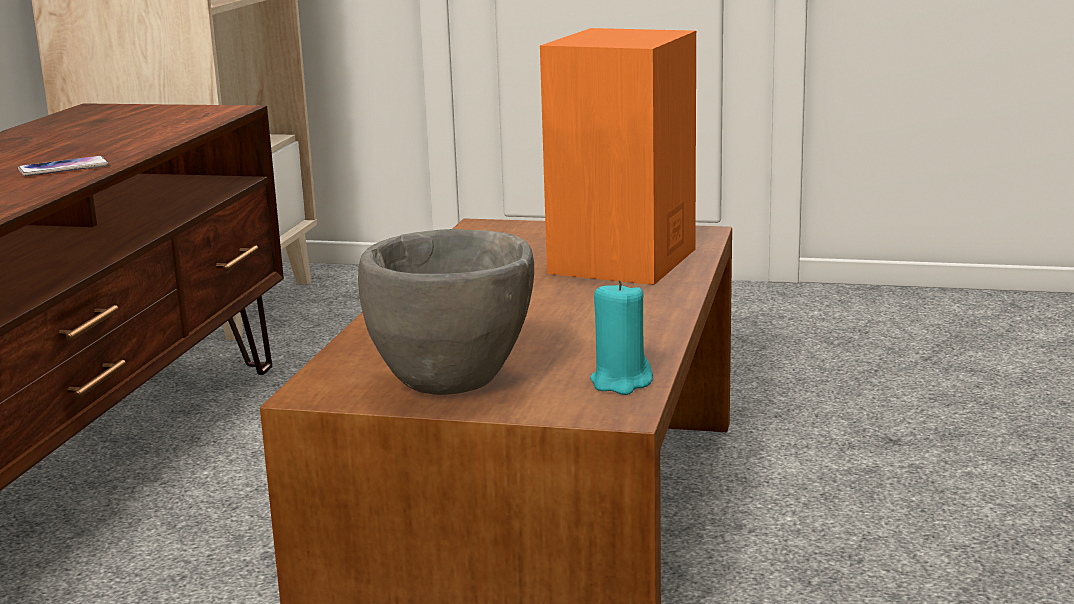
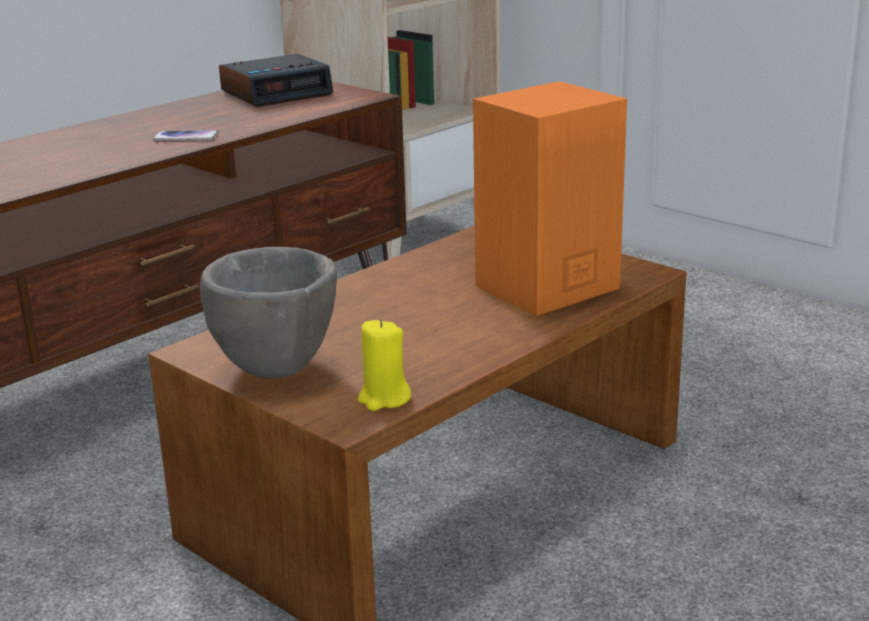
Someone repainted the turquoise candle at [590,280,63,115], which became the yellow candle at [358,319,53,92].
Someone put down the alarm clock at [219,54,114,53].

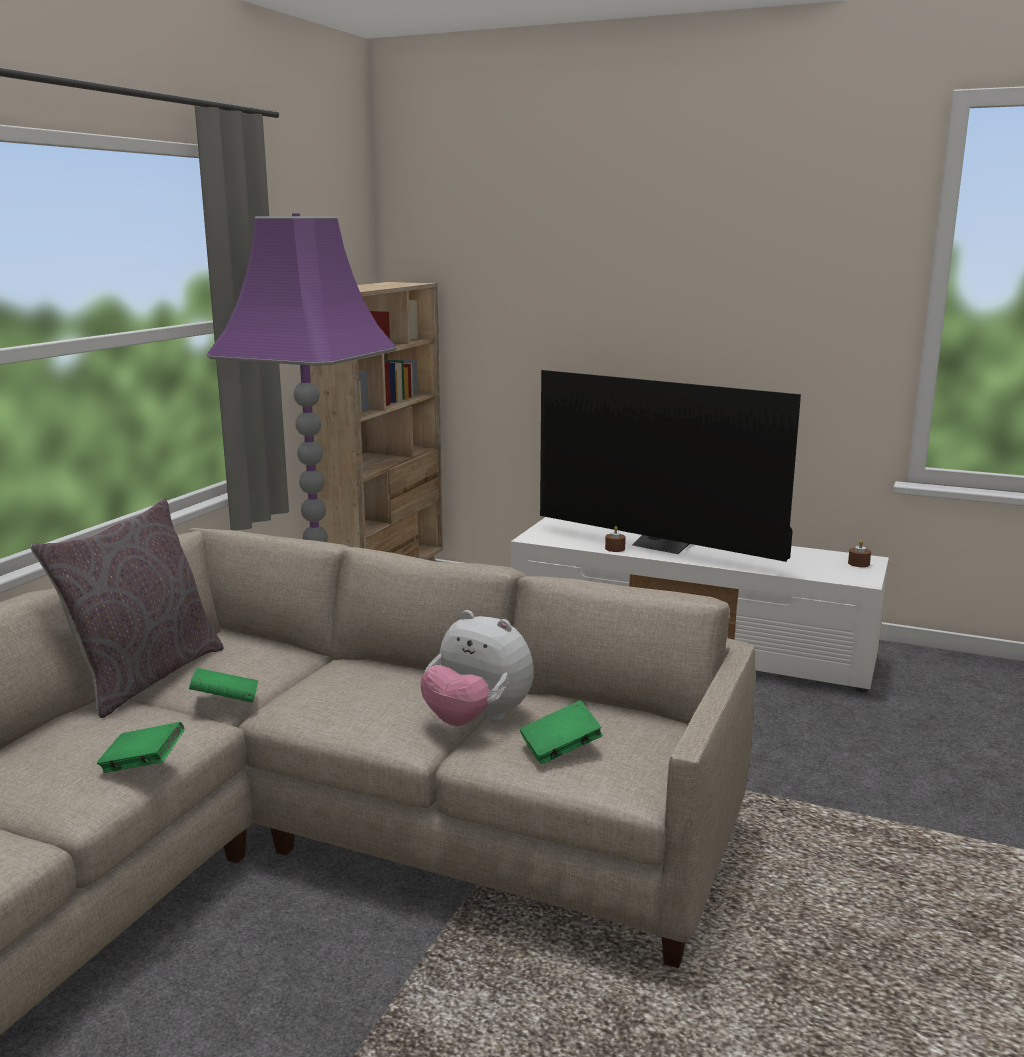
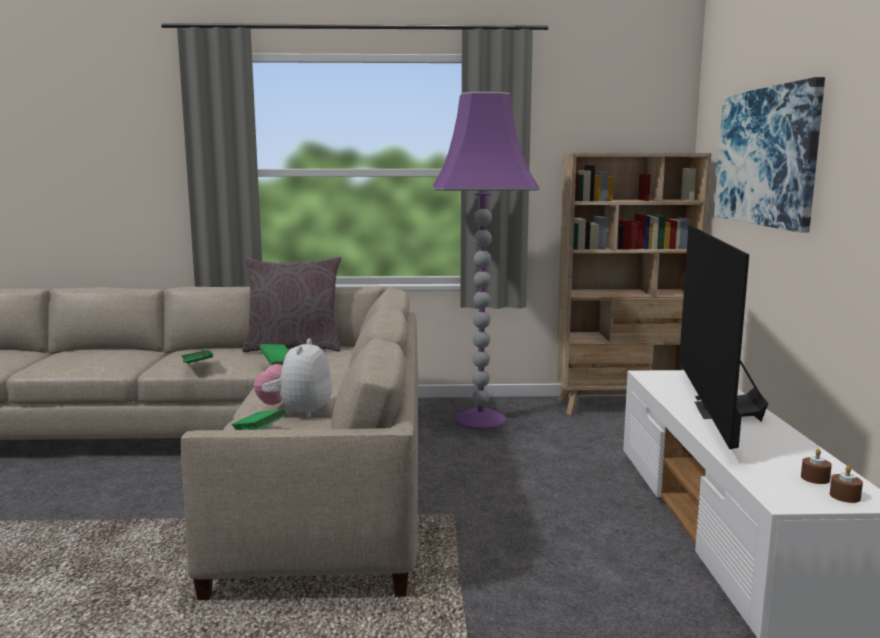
Someone carried the brown candle from [605,526,21,26] to [801,449,31,35].
Someone put up the picture at [714,77,111,156].

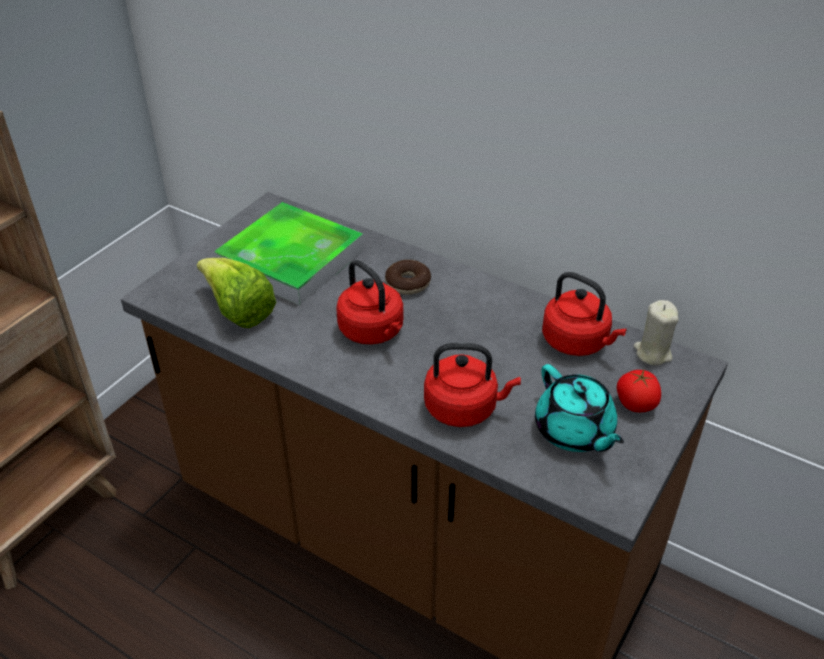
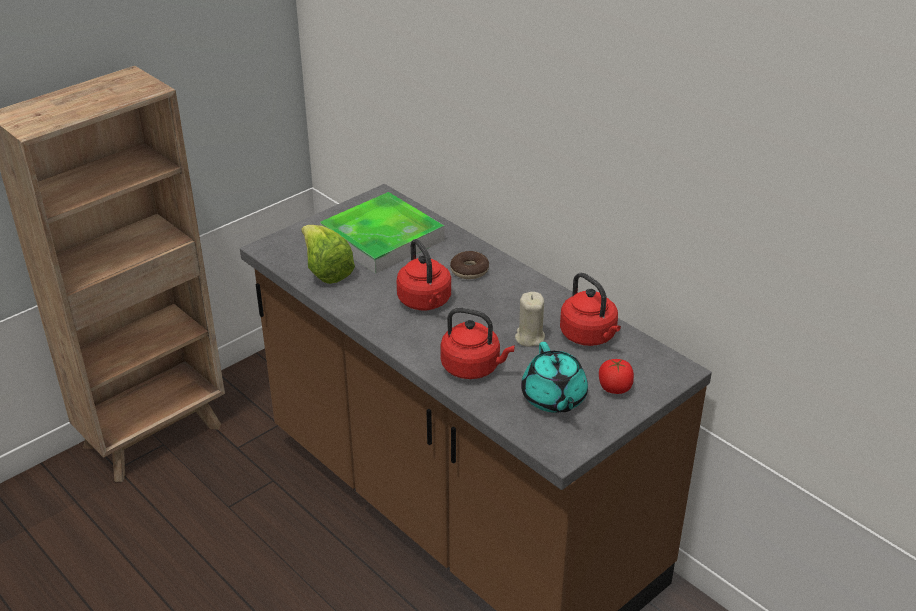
Someone carried the beige candle from [634,300,45,65] to [515,292,30,55].

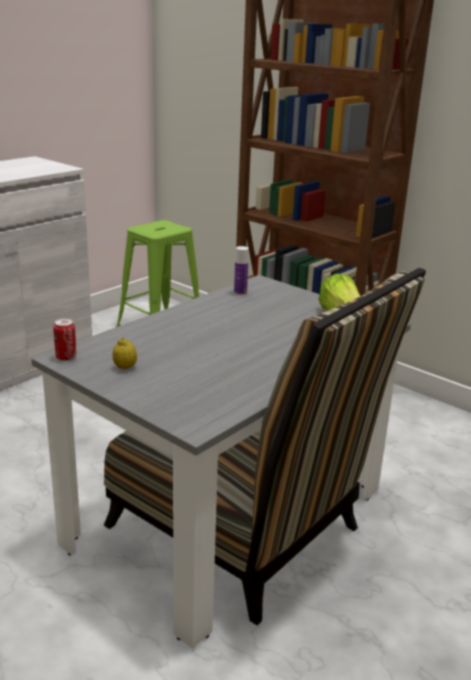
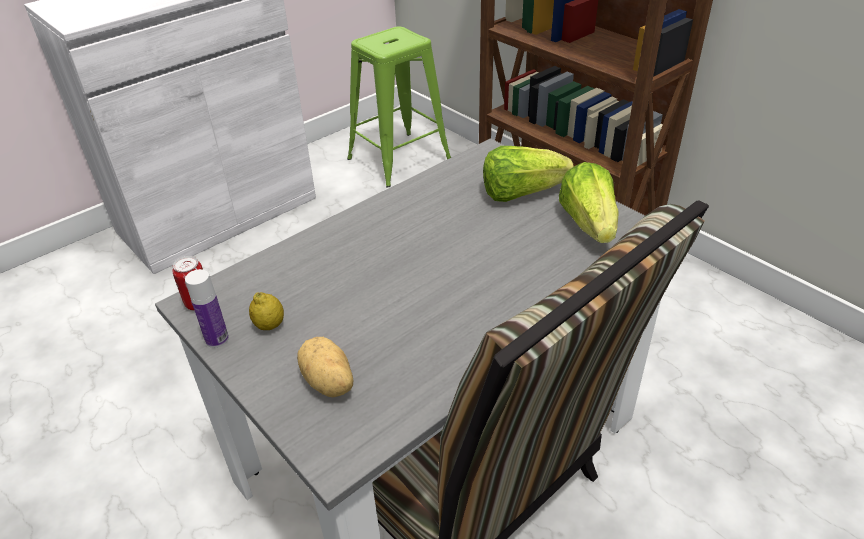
Someone carried the bottle from [234,246,15,49] to [185,269,44,79].
Someone put down the potato at [297,337,56,60].
Someone put down the lettuce at [483,146,91,56].

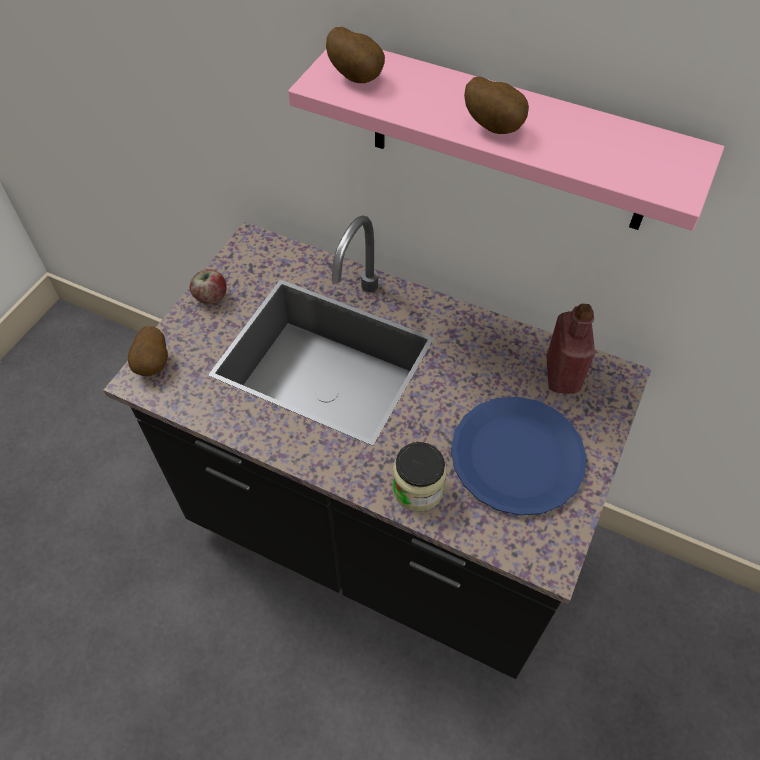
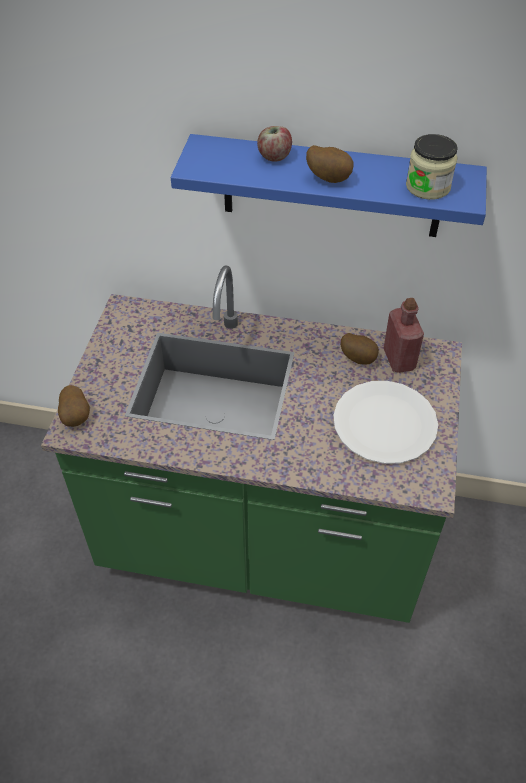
Someone repainted the black counter at [103,215,549,464], which became the green counter at [41,265,421,358].
Someone carried the apple from [190,269,37,35] to [257,126,35,36].
Someone repainted the pink shelf at [288,49,436,182], which became the blue shelf at [171,134,316,103].
Someone carried the potato from [326,27,59,56] to [340,333,39,32].
Someone carried the jar from [392,442,55,70] to [406,134,52,66].
Someone repainted the blue plate at [451,397,136,119], which became the white plate at [333,381,105,83].

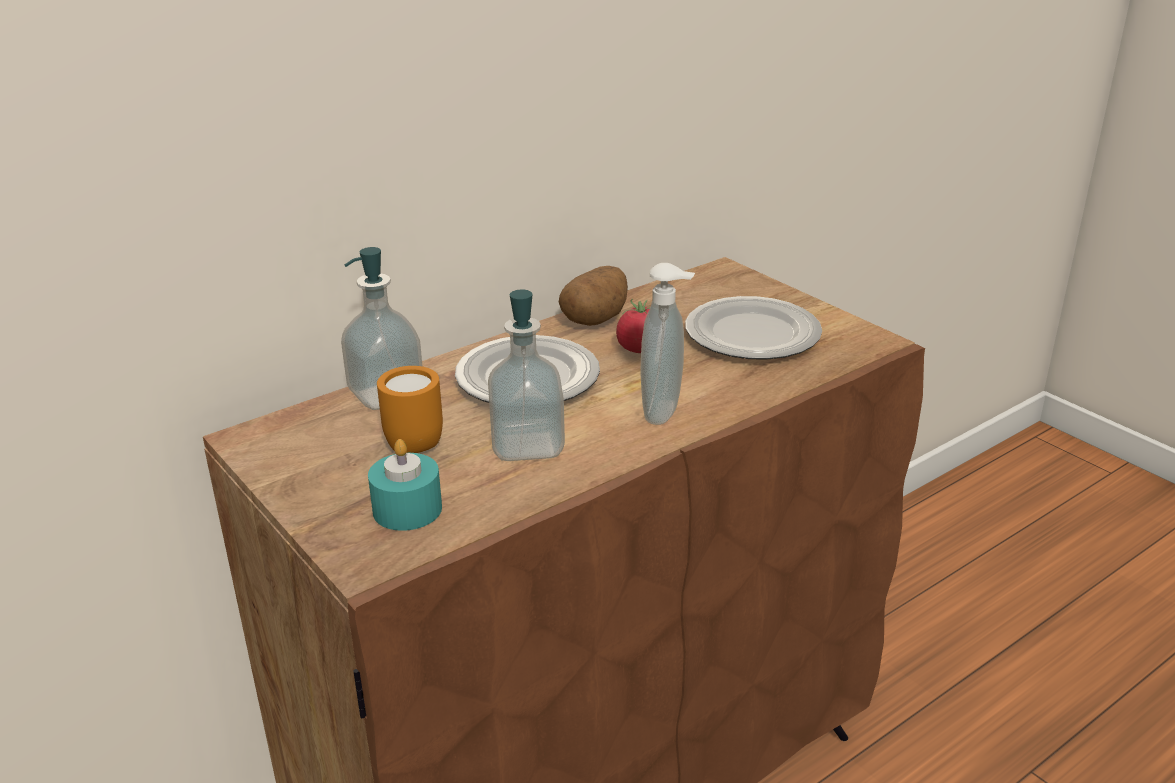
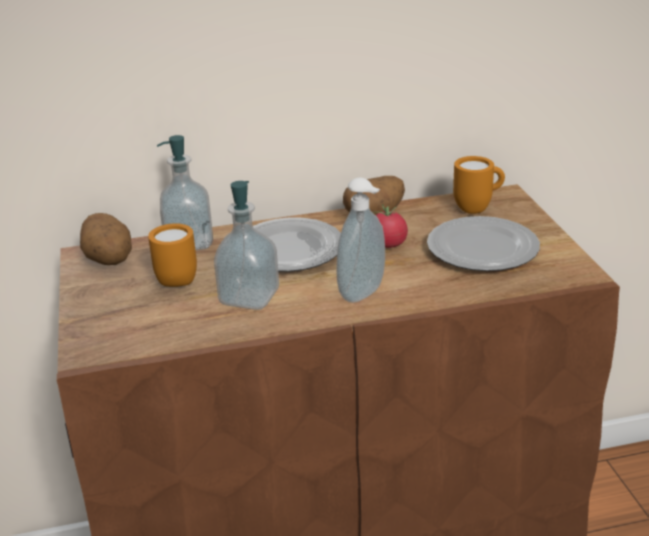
Someone took away the turquoise candle at [368,439,74,92].
Someone put down the potato at [80,213,52,52].
Someone put down the orange mug at [453,156,52,58].

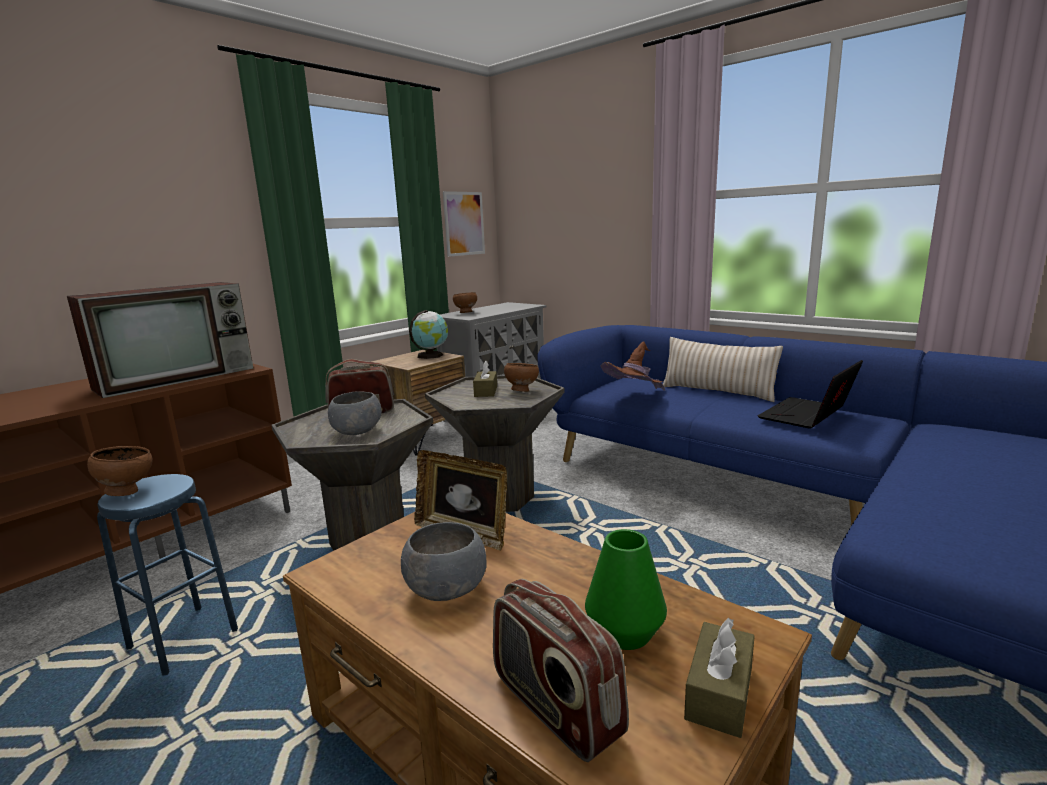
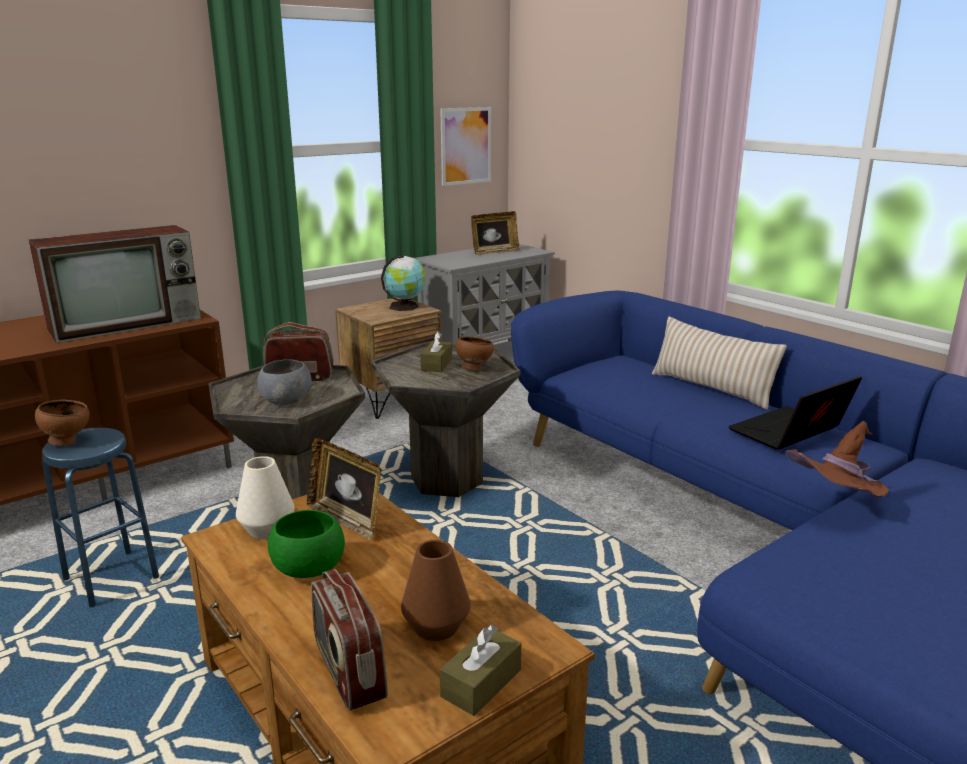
Someone repainted the grey bowl at [401,522,85,79], which became the green bowl at [268,510,77,68].
Someone took away the brown bowl at [453,292,24,21].
Someone repainted the green vase at [585,529,82,121], which became the brown vase at [401,540,70,101].
Someone carried the brown hat from [601,341,65,50] to [785,421,104,76].
Someone put down the white vase at [236,456,59,83].
Someone put down the picture frame at [471,211,49,44].

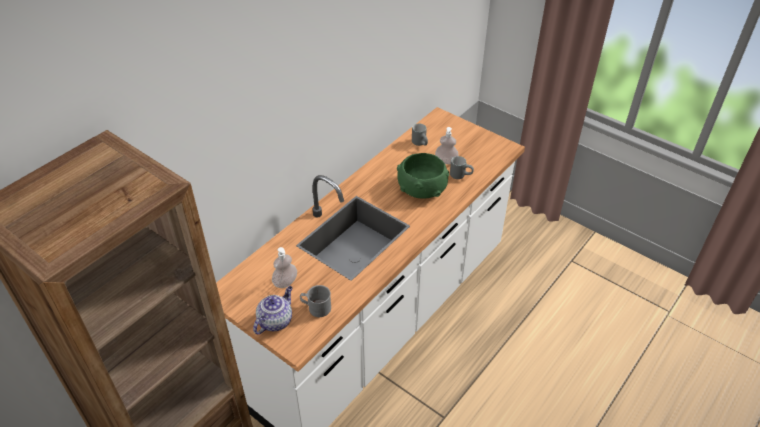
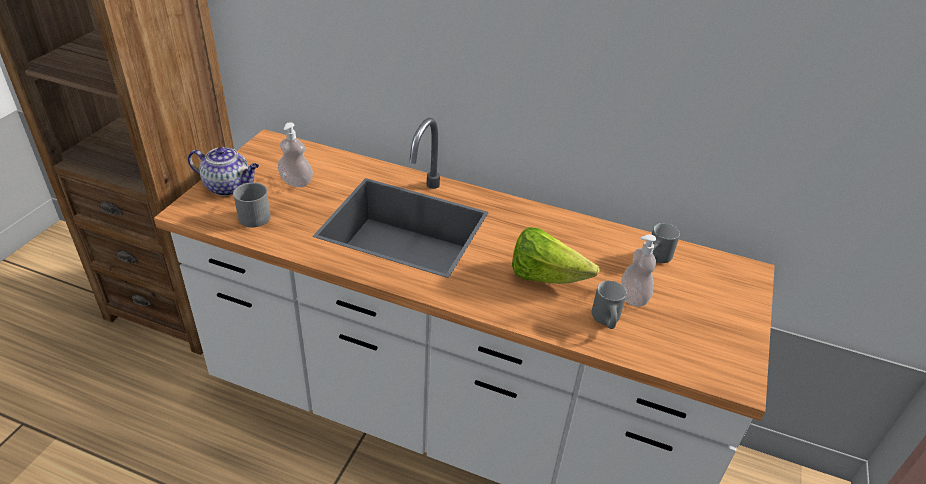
Someone swapped the green bowl at [397,153,52,46] for the lettuce at [512,227,88,57].

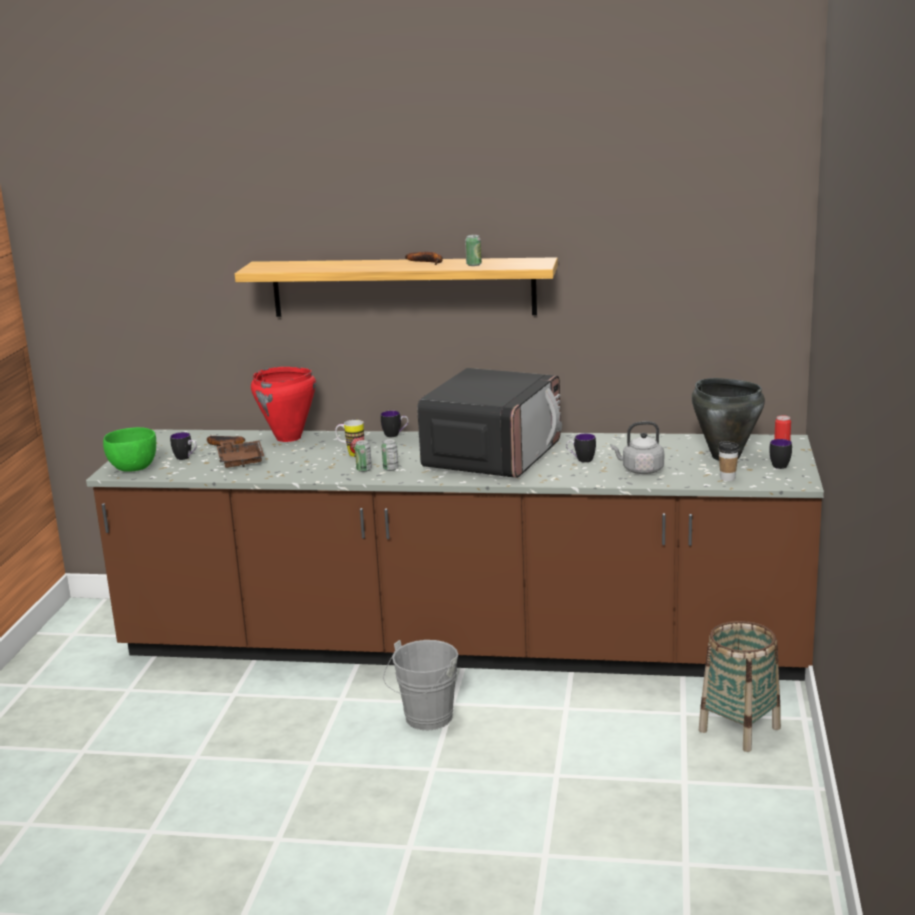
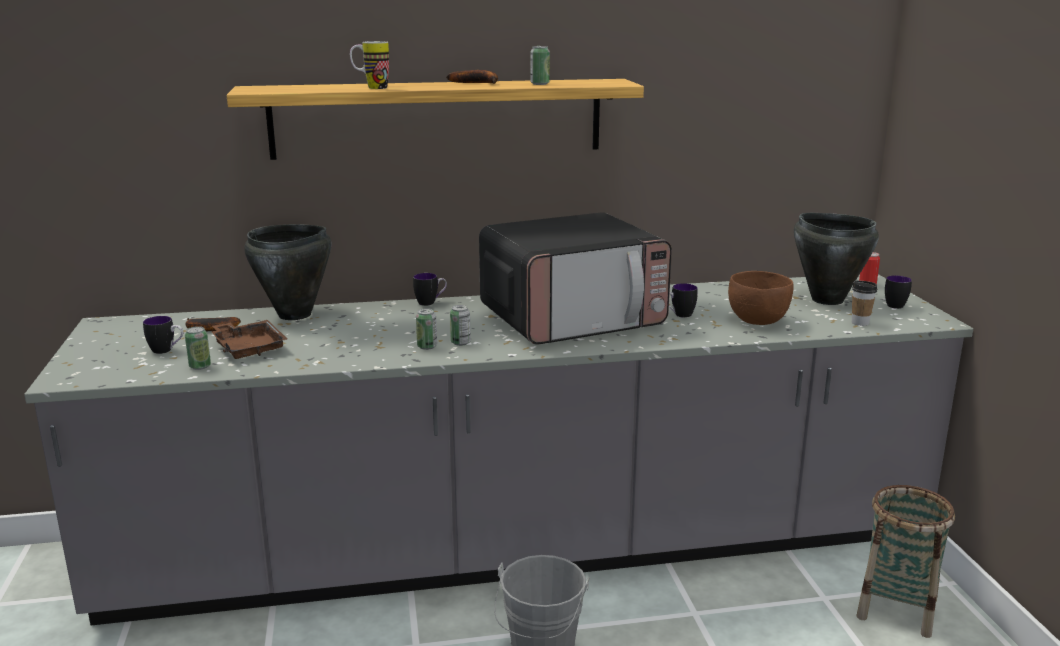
Someone repainted the brown counter at [86,429,738,252], which became the grey counter at [24,274,949,351].
Someone took away the green bowl at [103,427,53,45].
Someone repainted the red cooking pot at [251,367,65,75], which became the black cooking pot at [244,224,88,96].
Someone carried the mug from [335,420,29,37] to [350,41,39,48].
Someone rotated the microwave at [417,368,145,110] by 60 degrees clockwise.
Someone swapped the grey kettle at [610,421,54,53] for the brown bowl at [728,271,65,54].
Someone put down the can at [185,326,26,44].

